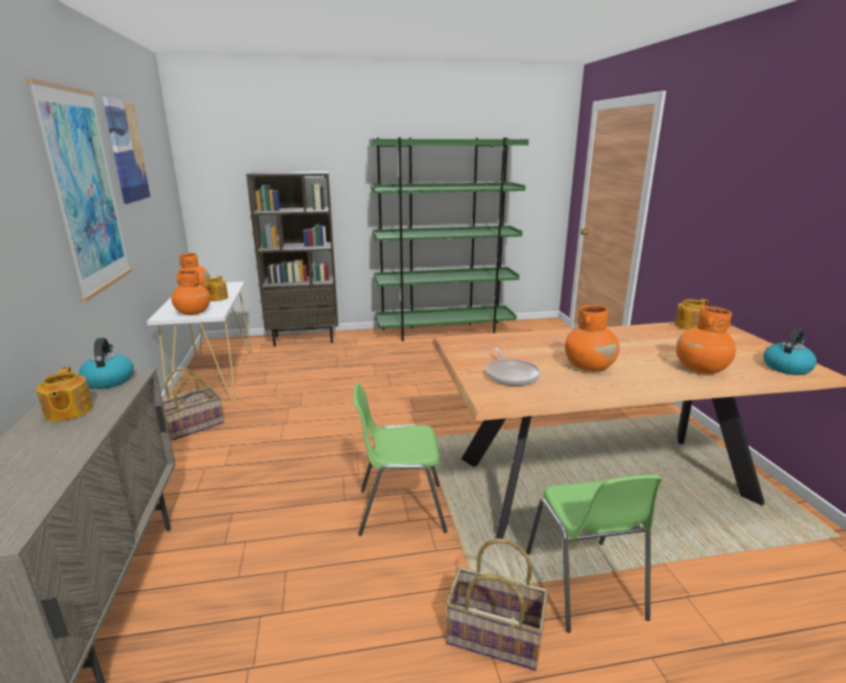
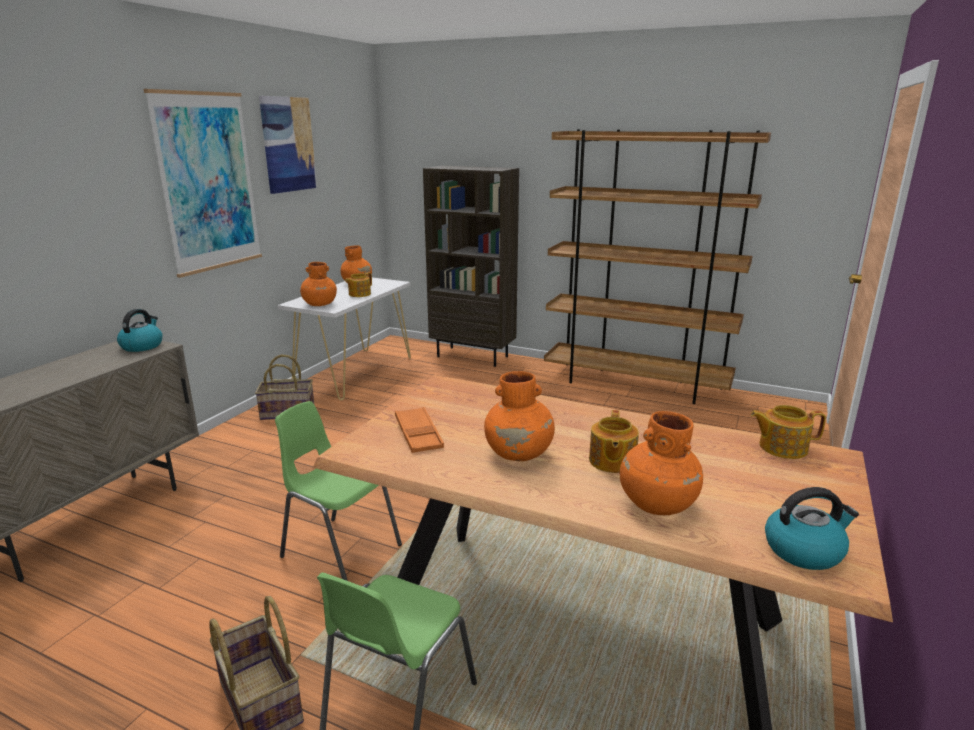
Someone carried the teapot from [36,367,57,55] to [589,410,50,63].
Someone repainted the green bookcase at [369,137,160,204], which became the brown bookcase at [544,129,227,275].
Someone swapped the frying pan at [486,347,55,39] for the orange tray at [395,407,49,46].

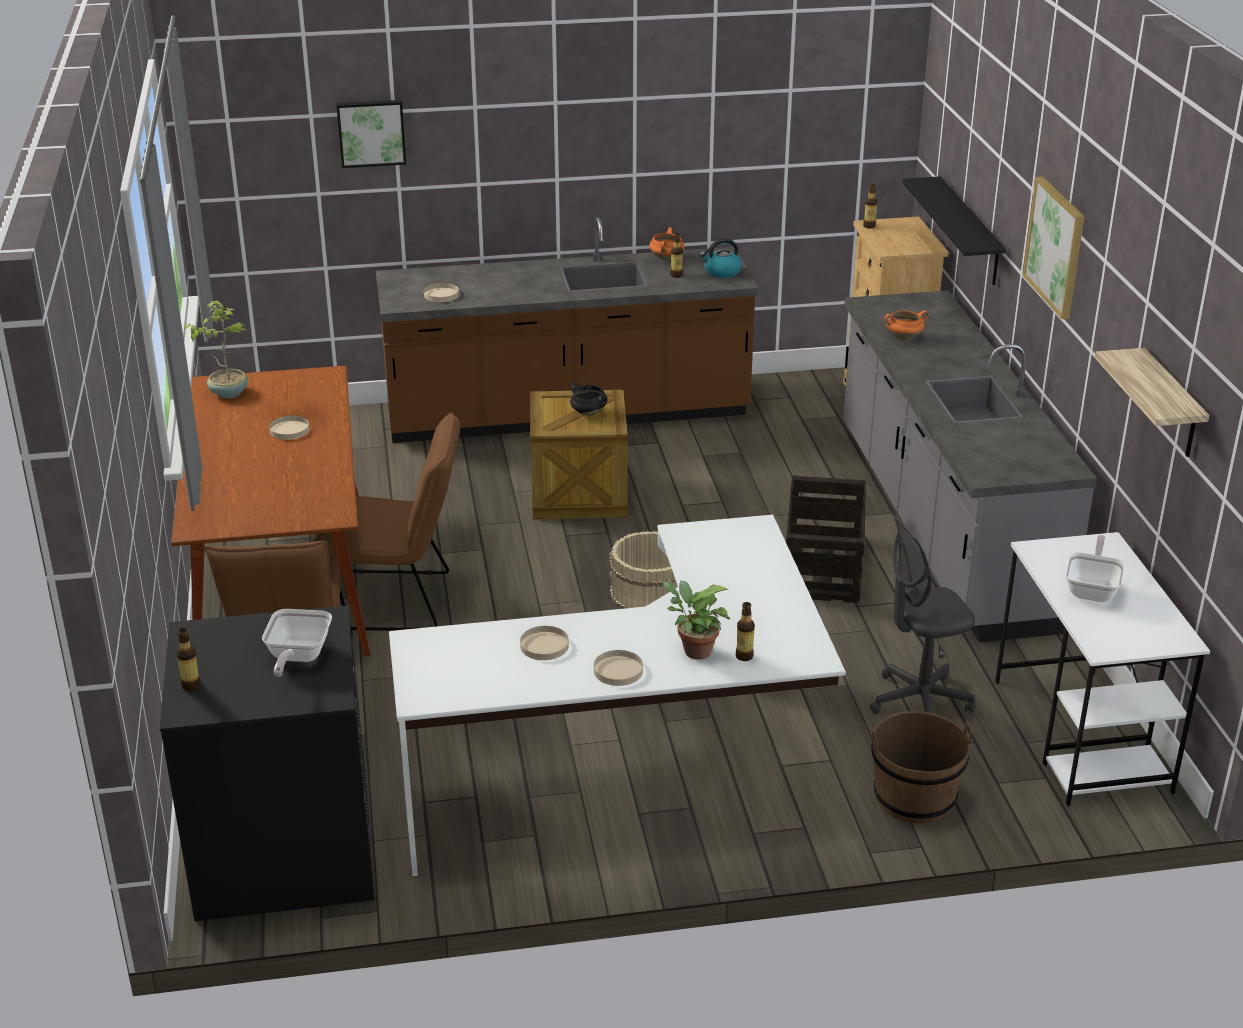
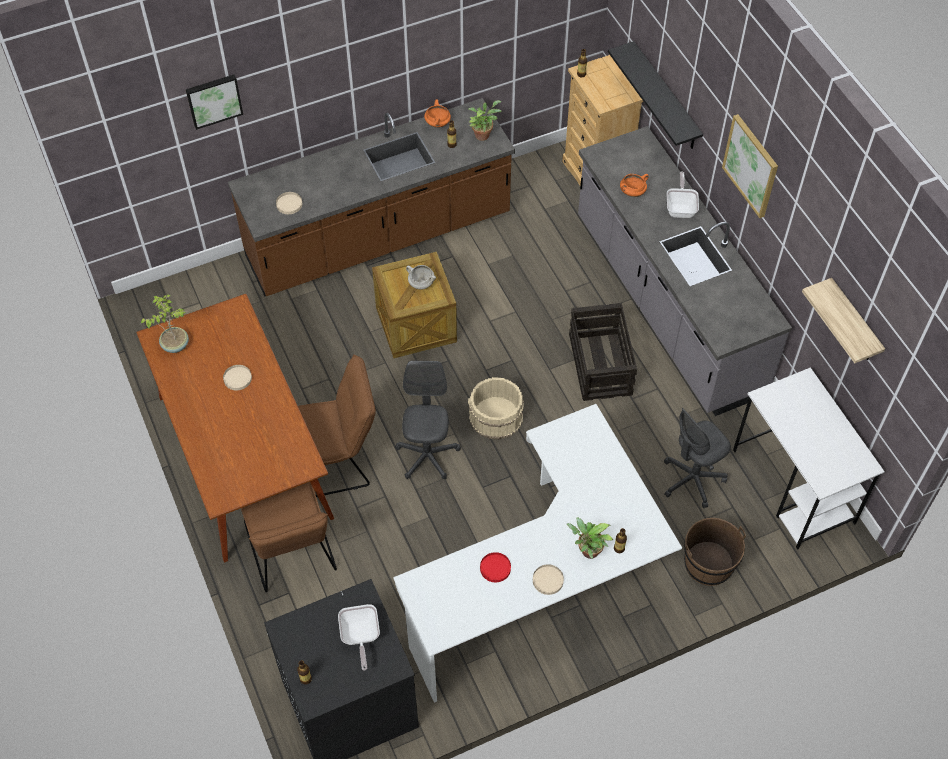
Someone repainted the beige plate at [520,626,49,34], which became the red plate at [480,552,31,30].
Someone repainted the black cooking pot at [570,382,38,34], which became the white cooking pot at [406,265,30,25].
Someone swapped the kettle at [700,238,42,40] for the potted plant at [468,100,34,41].
Someone carried the frying pan from [1065,535,60,67] to [667,172,32,46].
Someone put down the grey office chair at [395,360,66,119].

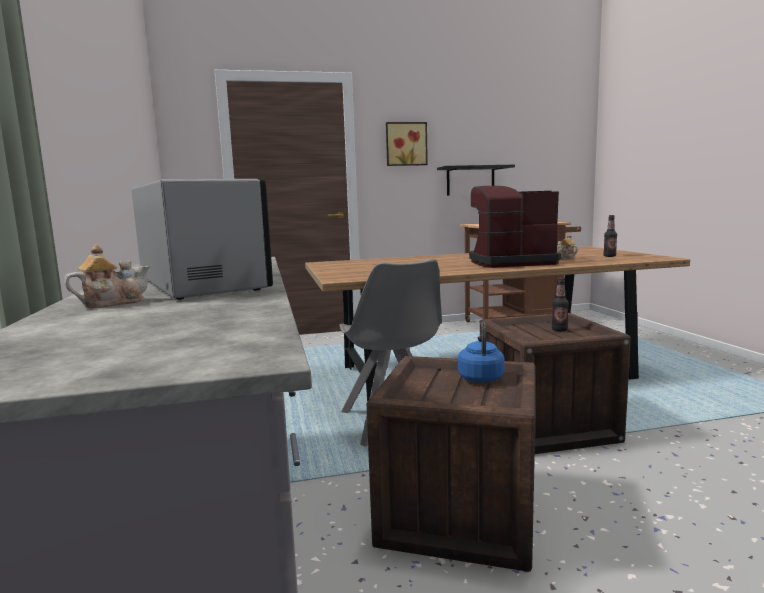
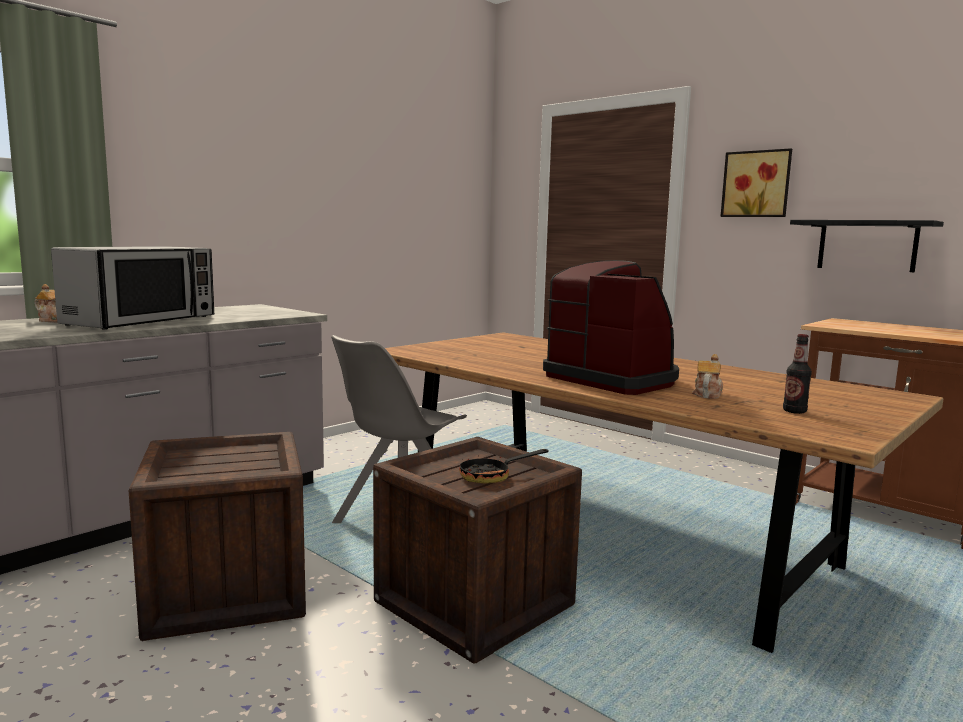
Someone took away the blue kettle at [458,322,47,60].
Someone swapped the bottle at [552,277,17,54] for the frying pan at [459,449,90,35].

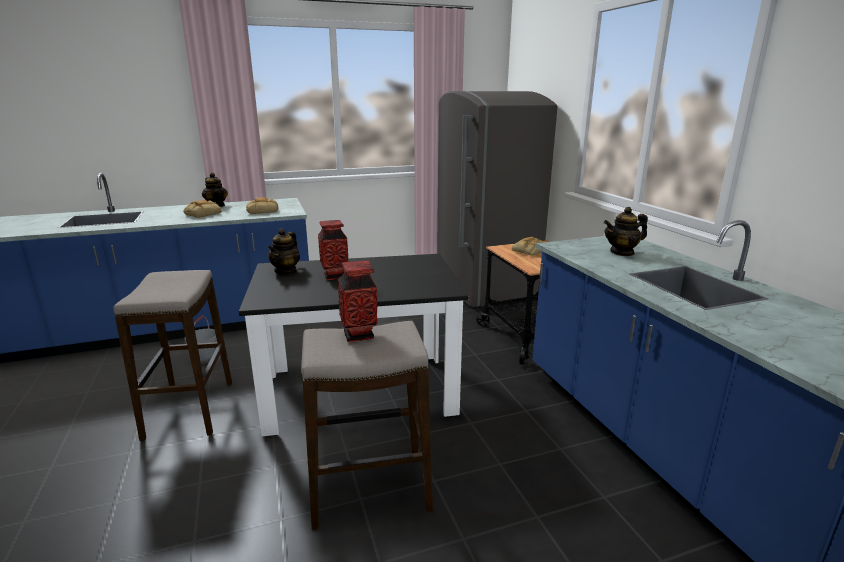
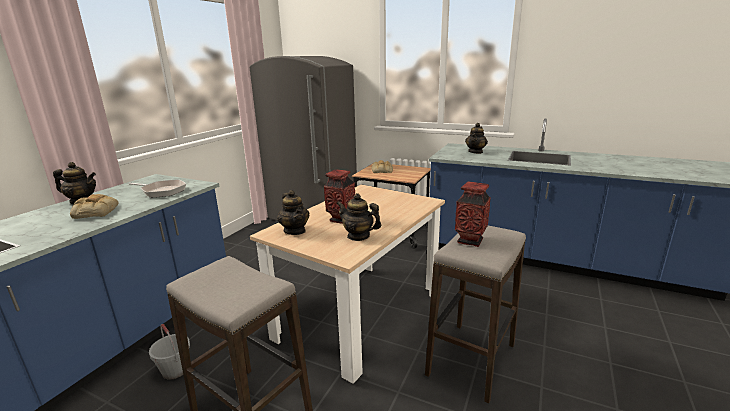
Someone repainted the black dining table at [239,254,229,183], which became the beige dining table at [250,184,195,200].
Someone swapped the bread at [246,197,32,17] for the frying pan at [129,179,57,19].
Someone put down the teapot at [336,193,45,48].

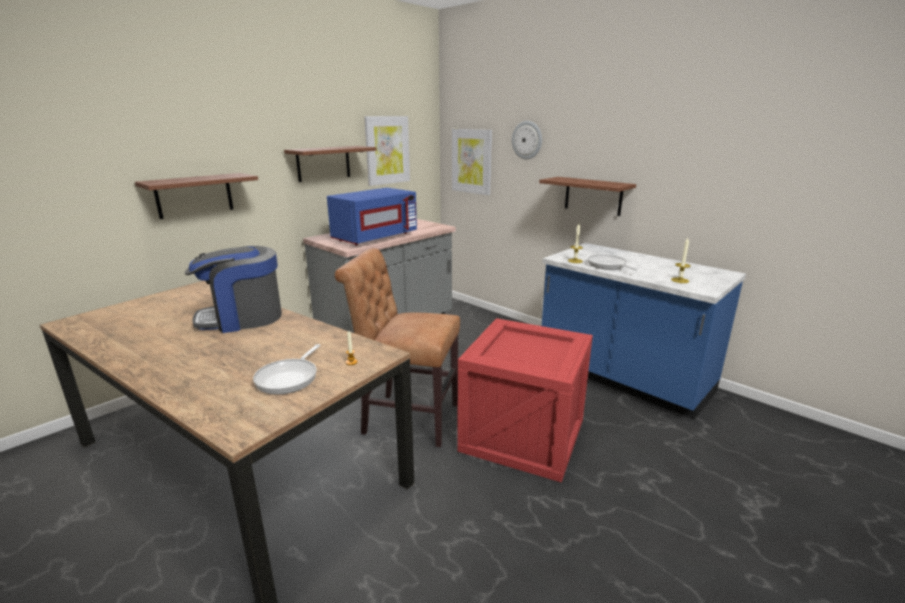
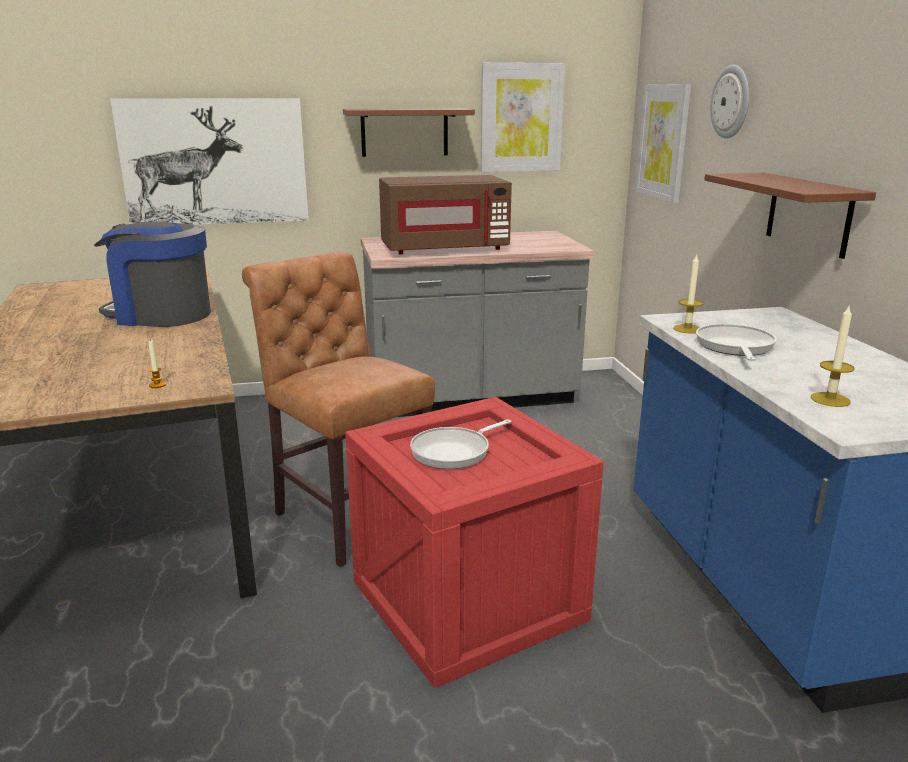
Someone swapped the brown shelf at [135,173,123,46] for the picture at [110,98,199,127].
Someone carried the frying pan from [253,344,68,51] to [410,419,102,50].
Someone repainted the blue microwave at [327,188,90,57], which became the brown microwave at [379,175,133,80].

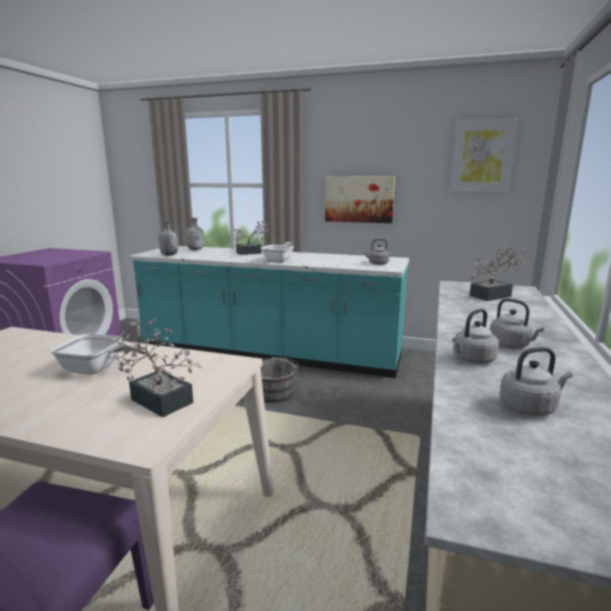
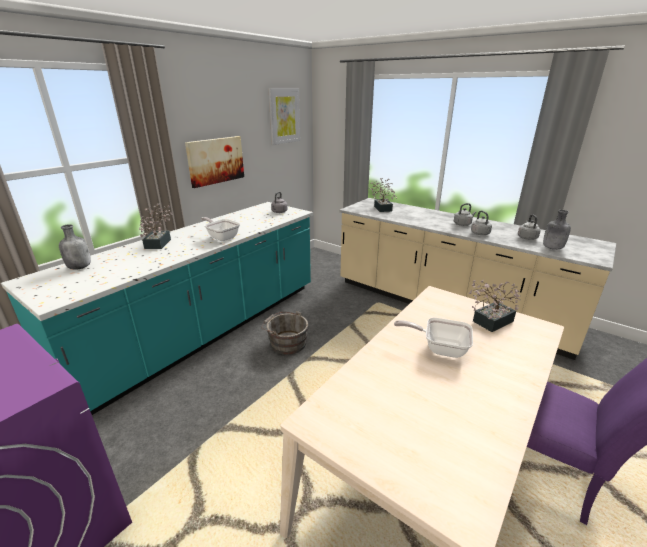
Someone rotated the frying pan at [50,334,98,41] by 105 degrees counterclockwise.
Someone carried the grey bottle from [158,221,20,35] to [543,210,28,40].

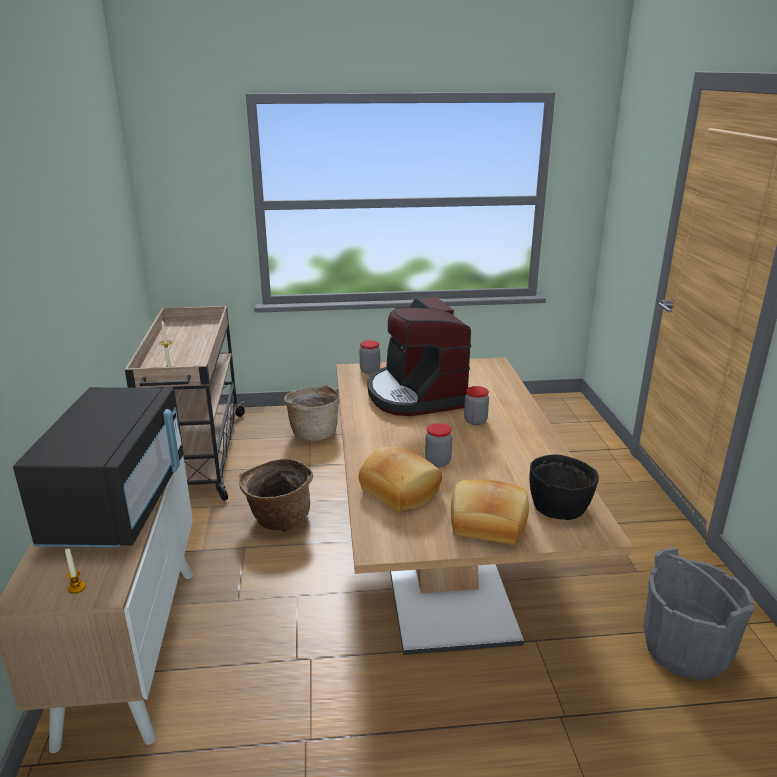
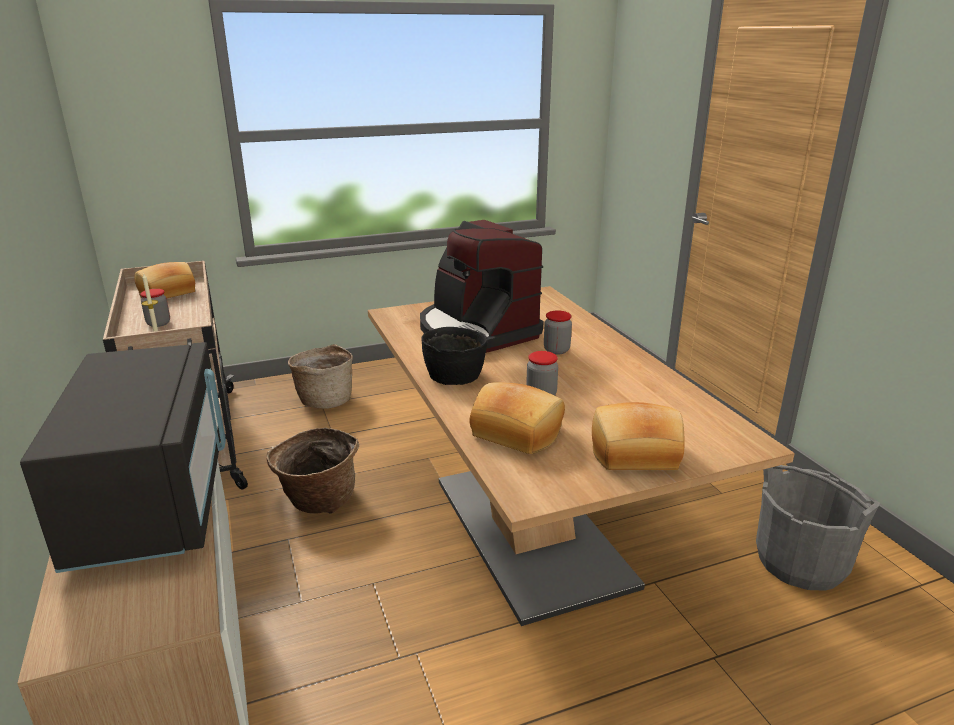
Someone took away the candle at [65,549,21,45].
Someone carried the jar from [360,340,20,34] to [140,289,30,38].
Someone carried the black bowl from [529,454,70,66] to [421,327,66,58].
Someone put down the bread at [134,262,61,36].

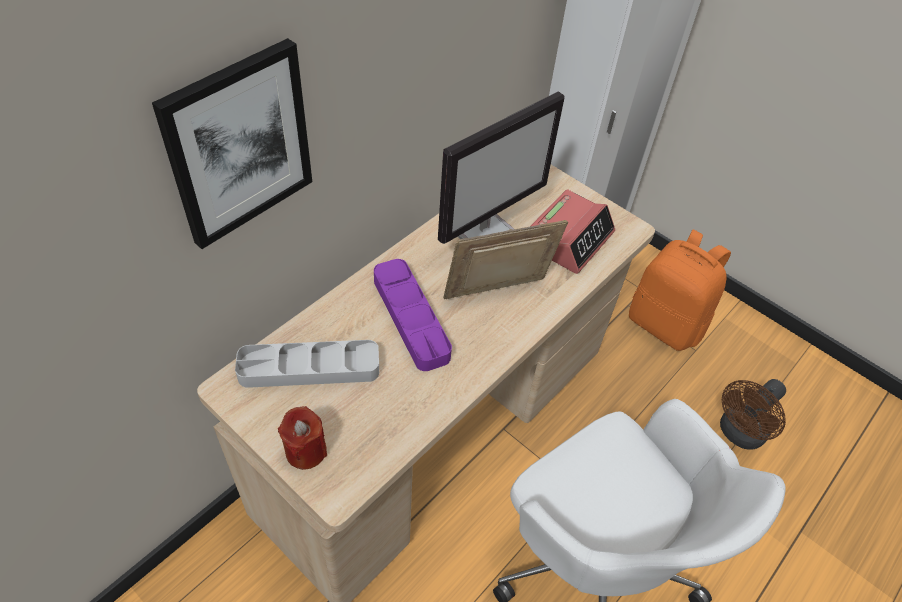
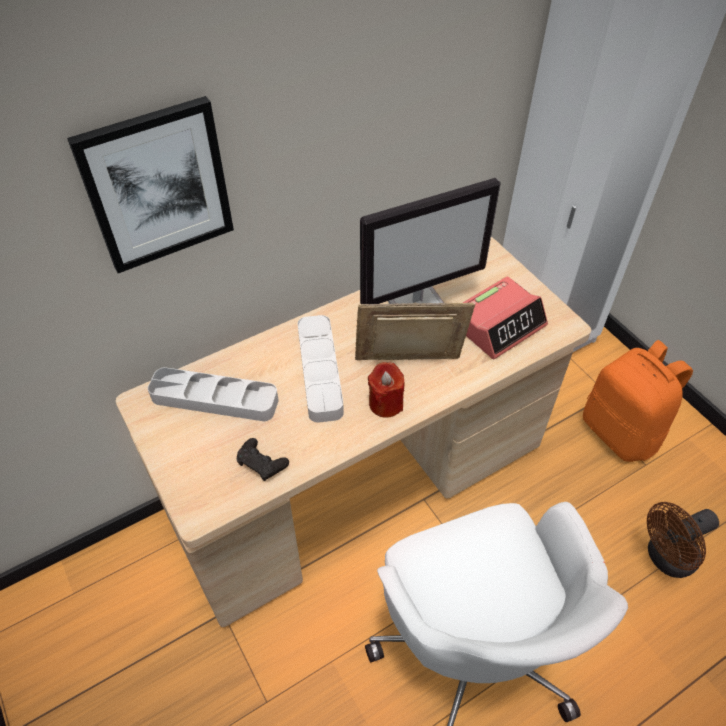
Someone carried the red candle from [278,406,49,64] to [368,362,37,56].
Someone repainted the purple tray at [374,259,78,112], which became the grey tray at [298,315,46,108].
Someone put down the black game controller at [236,438,53,43].

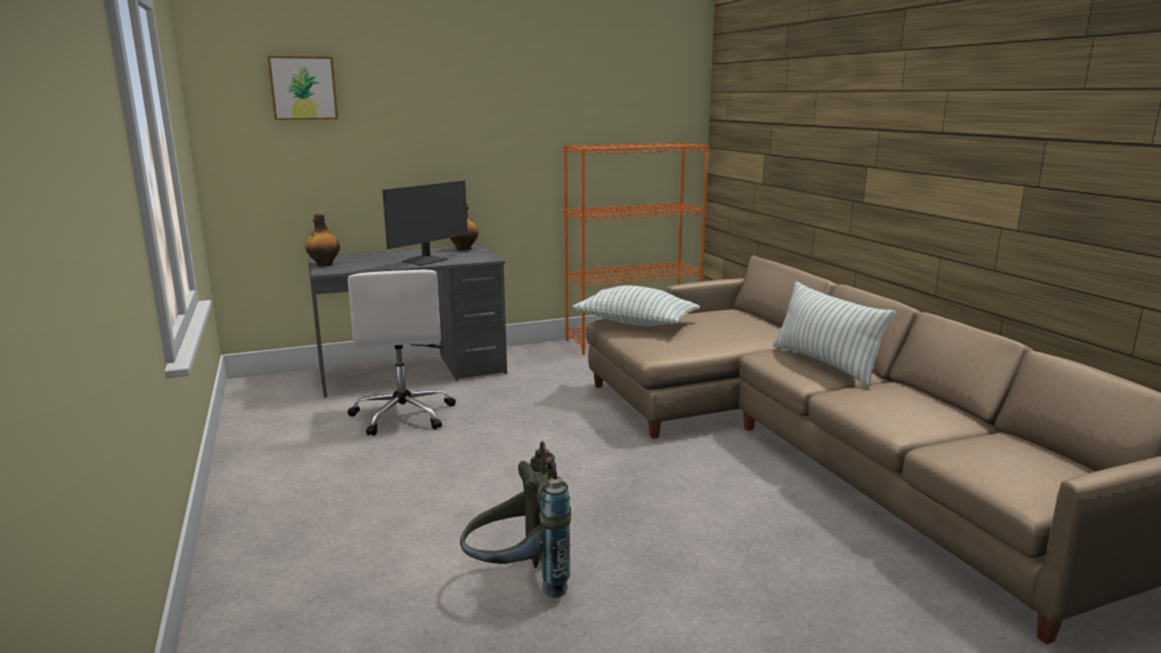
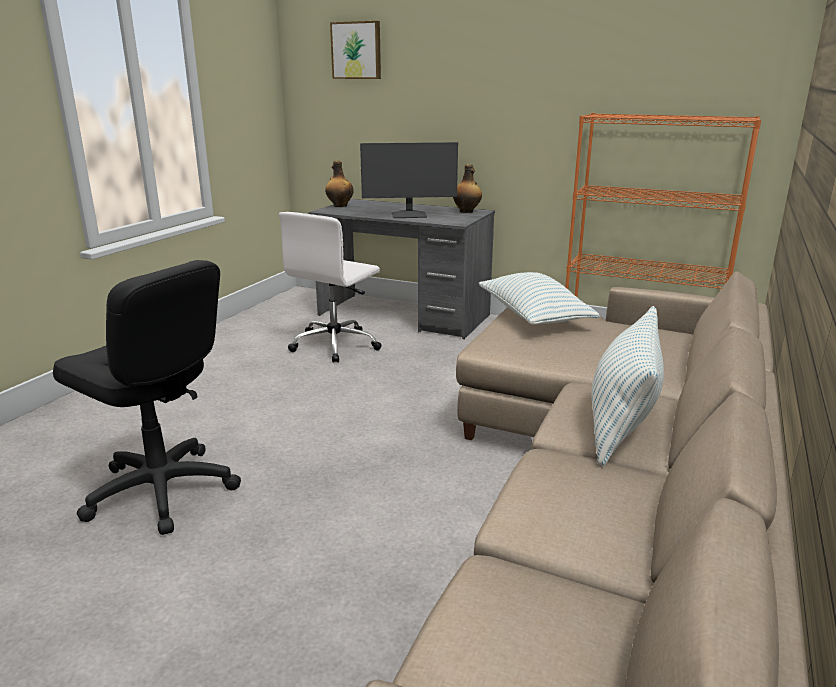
Someone swapped the grey backpack at [460,441,111,157] for the black office chair at [53,260,188,275].

